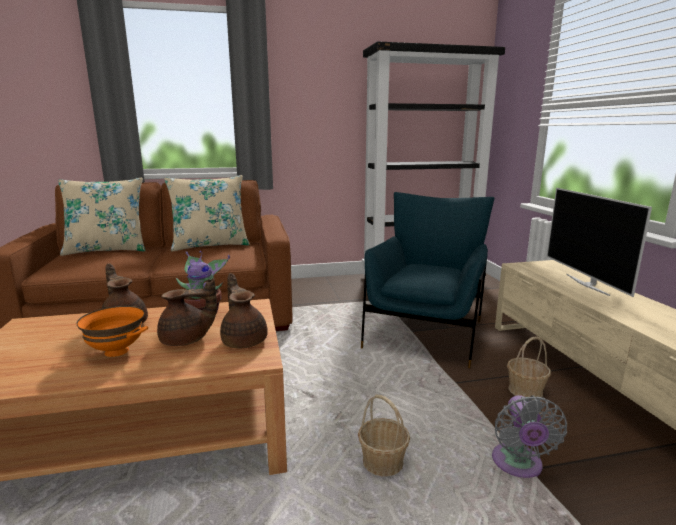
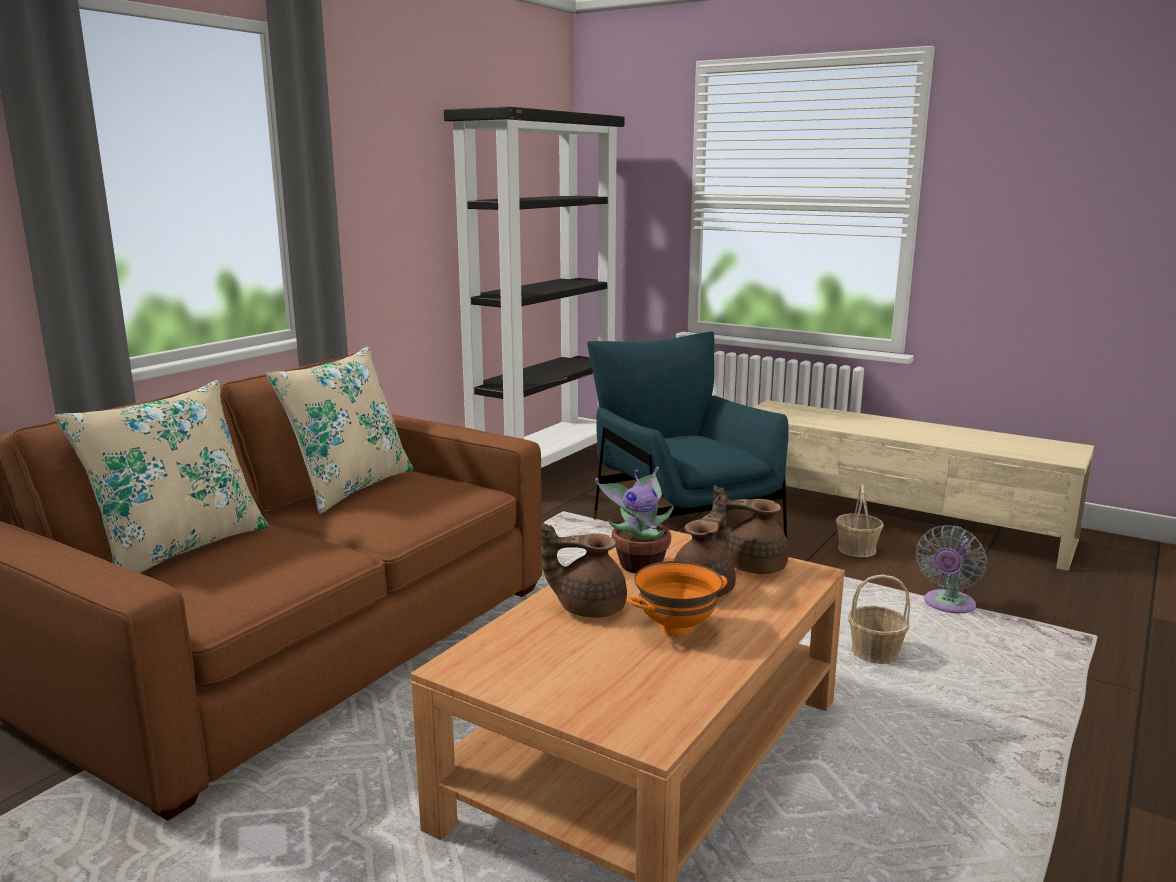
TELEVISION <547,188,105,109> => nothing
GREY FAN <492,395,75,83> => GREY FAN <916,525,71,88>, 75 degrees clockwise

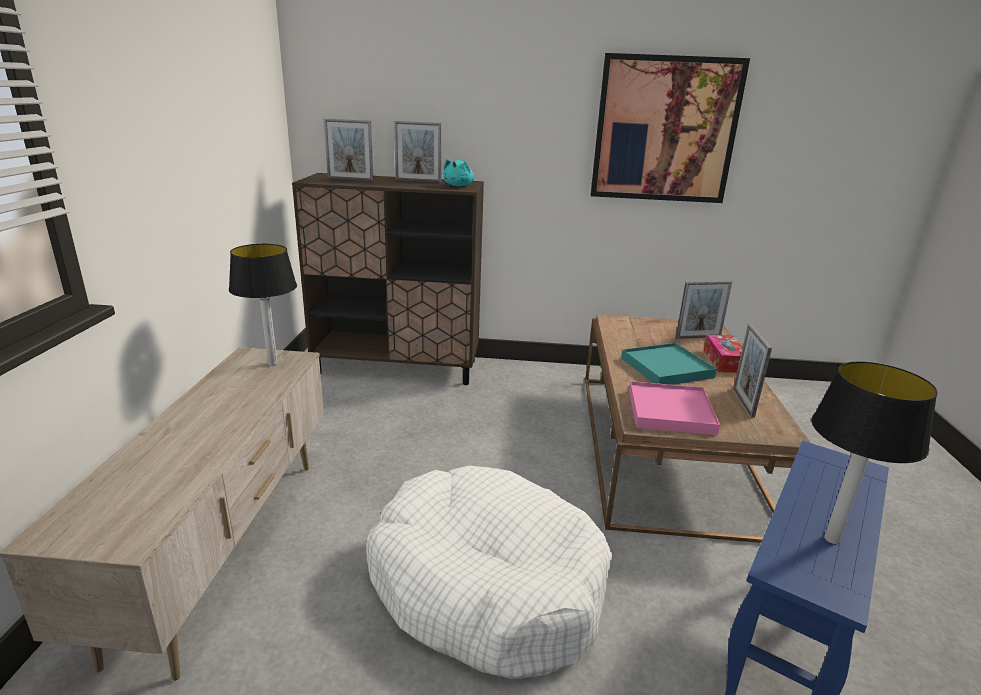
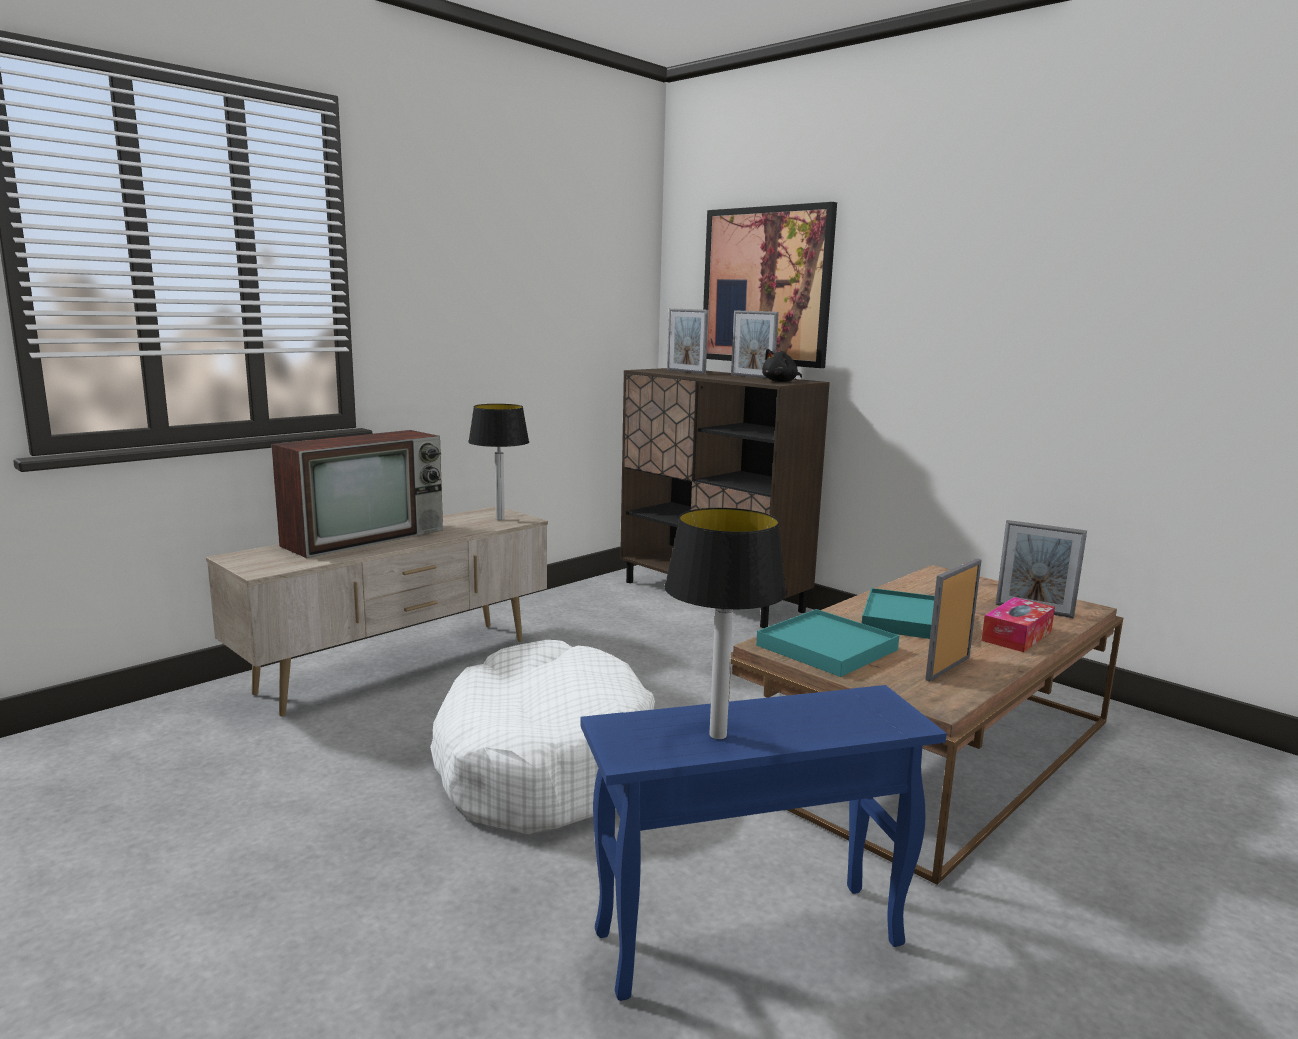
nothing => TELEVISION <271,430,172,128>
PICTURE <591,53,159,150> => PICTURE <703,202,134,166>, move
TURQUOISE PLUSH TOY <443,158,31,28> => BLACK PLUSH TOY <762,349,40,33>
PINK TRAY <629,381,91,54> => TURQUOISE TRAY <756,609,143,68>

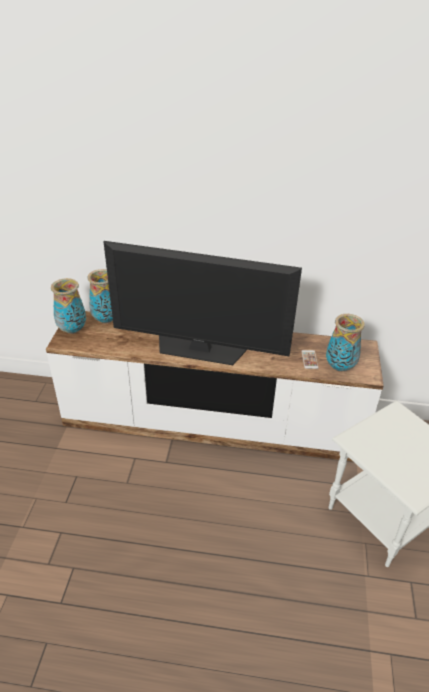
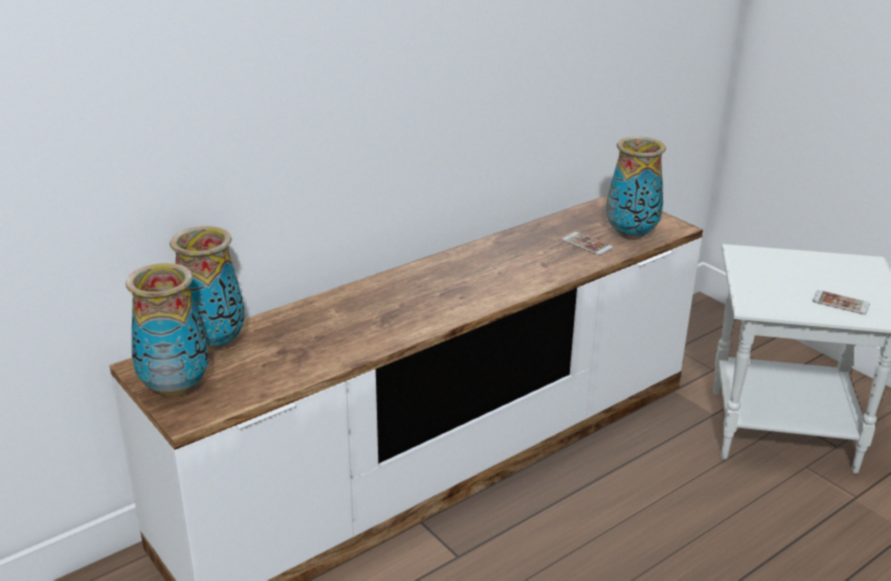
TELEVISION <104,241,198,124> => nothing
nothing => PHONE <812,290,58,25>

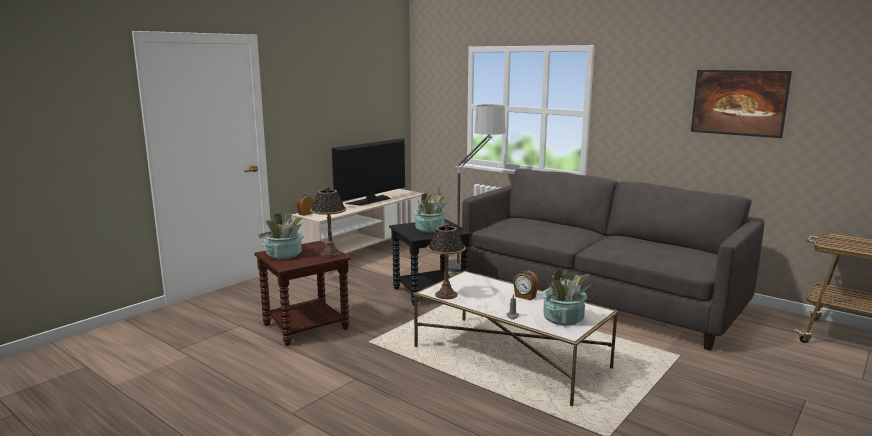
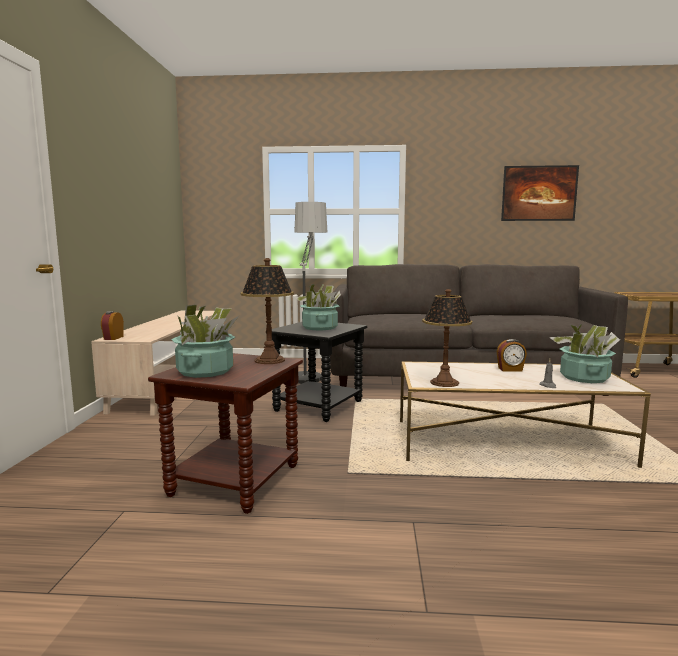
TELEVISION <332,138,73,68> => nothing

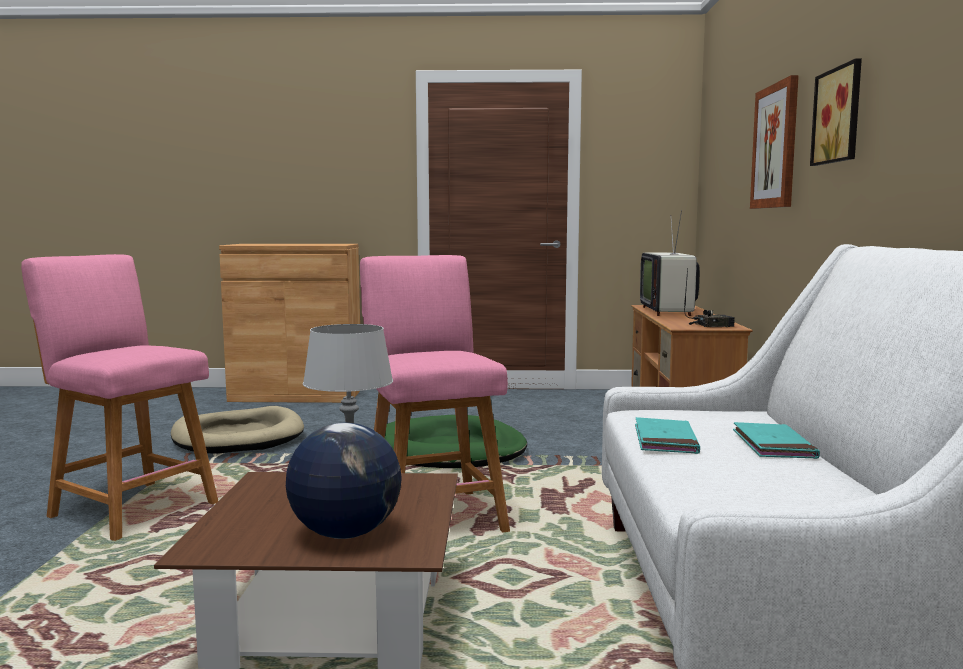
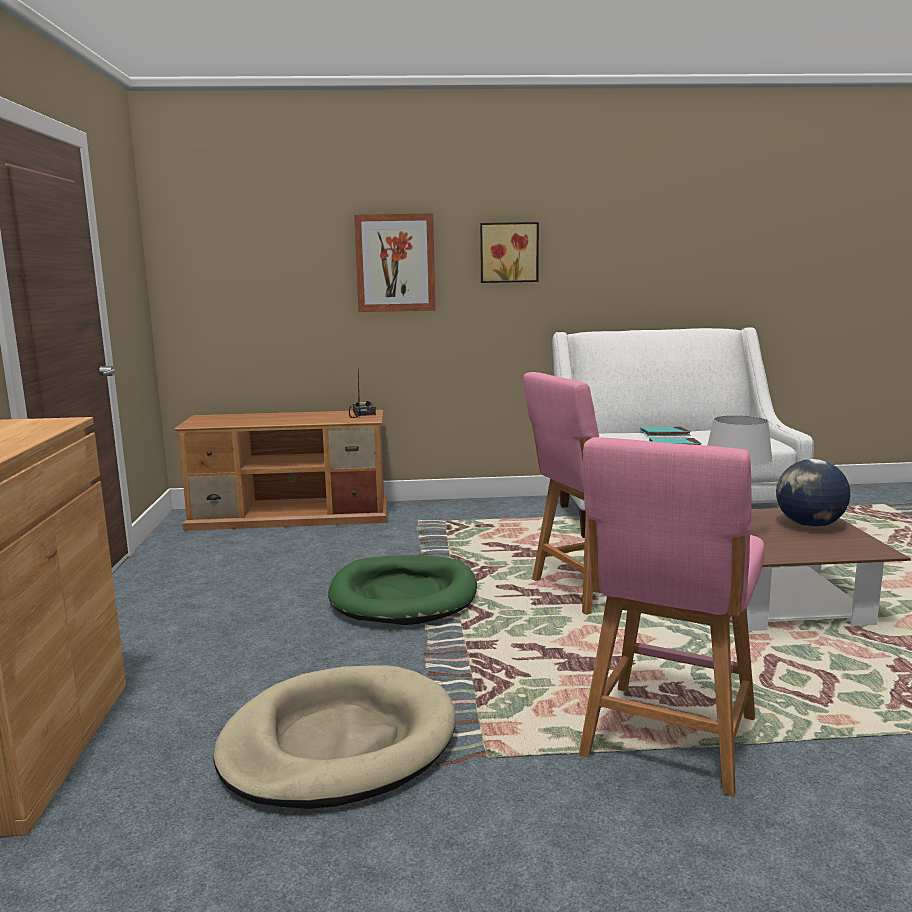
TELEVISION <640,210,60,106> => nothing

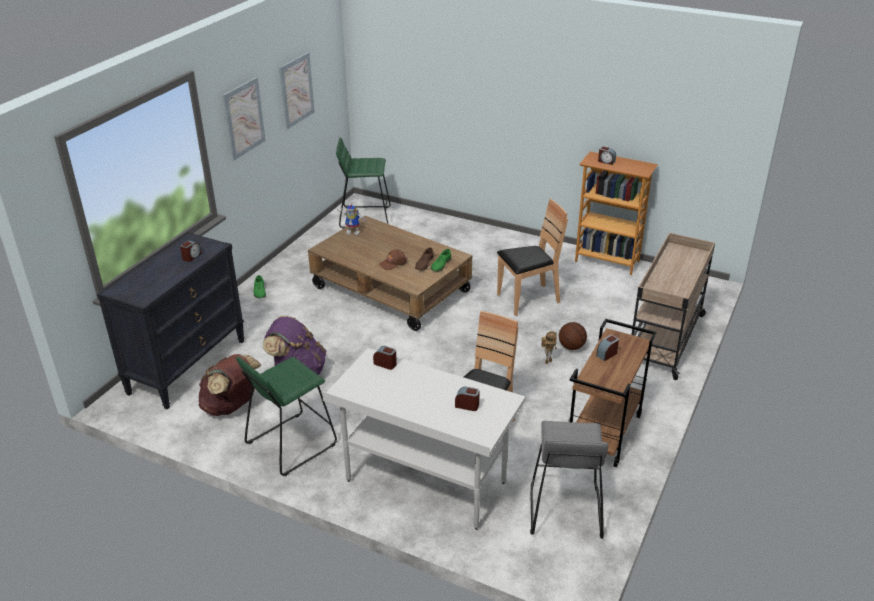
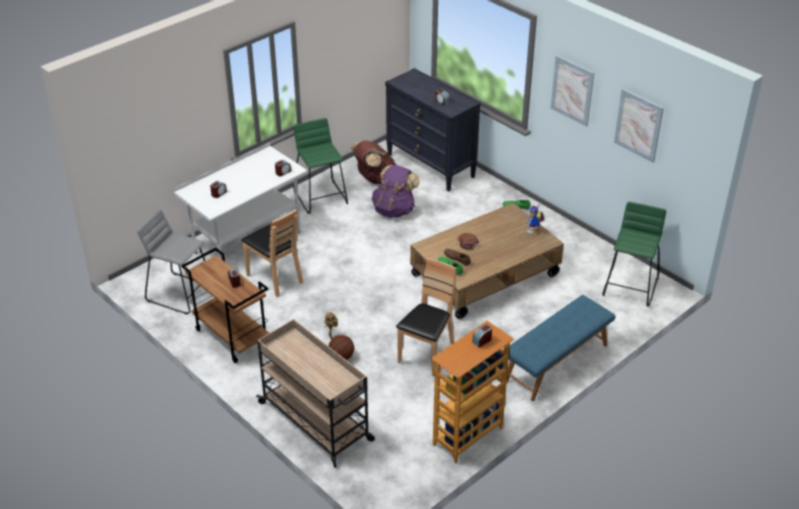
nothing => BLUE BENCH <503,295,113,106>
BROWN CHAIR <497,199,71,117> => BROWN CHAIR <396,258,60,118>, 150 degrees counterclockwise

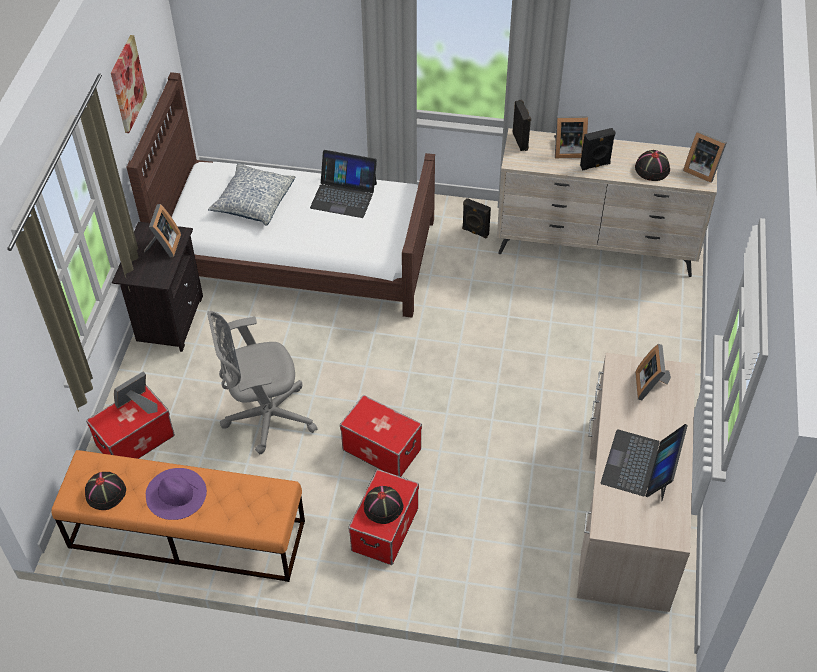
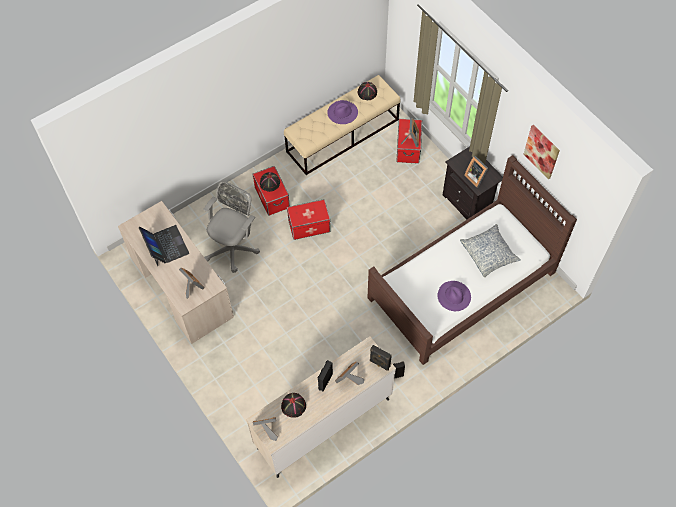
GREY OFFICE CHAIR <207,311,111,143> => GREY OFFICE CHAIR <203,181,57,92>, move
LAPTOP <310,150,67,68> => PURPLE HAT <437,281,34,30>
ORANGE BENCH <51,450,254,132> => BEIGE BENCH <284,75,117,100>

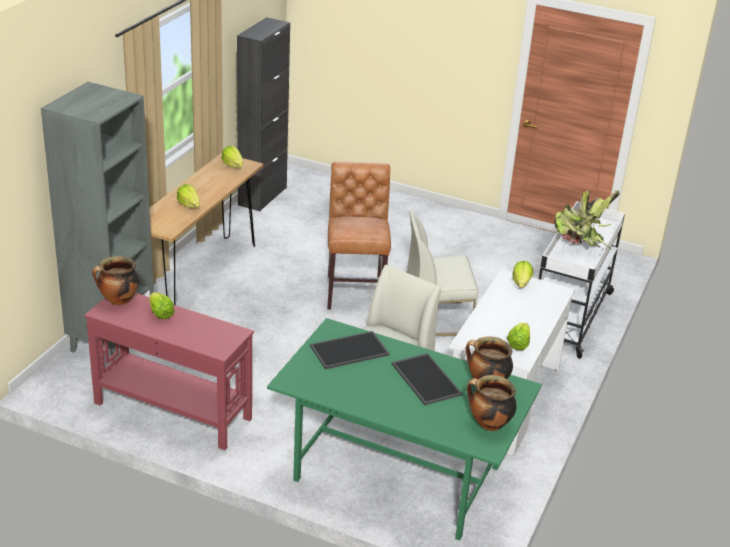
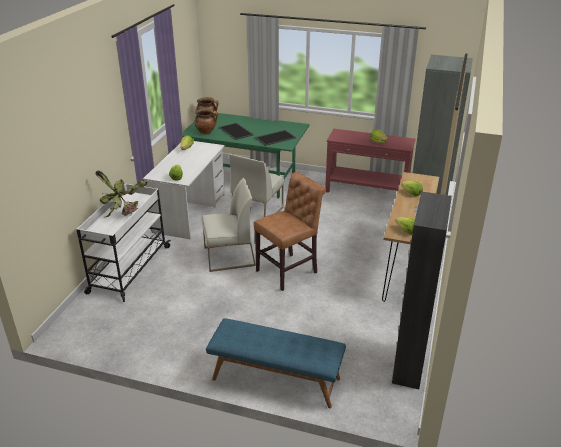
COOKING POT <92,256,47,49> => nothing
nothing => BLUE BENCH <206,318,140,90>
BROWN CHAIR <327,162,64,148> => BROWN CHAIR <254,172,72,119>, 120 degrees counterclockwise

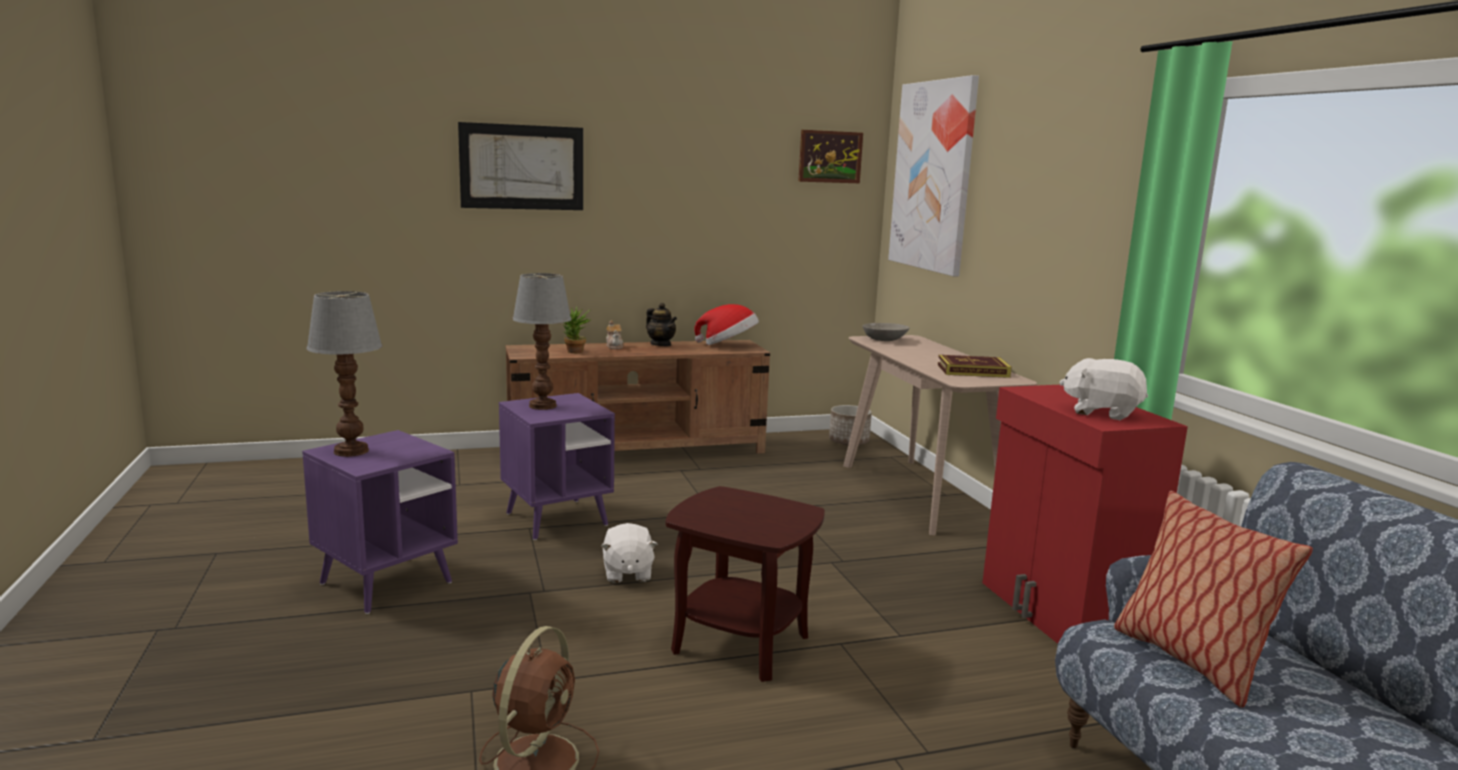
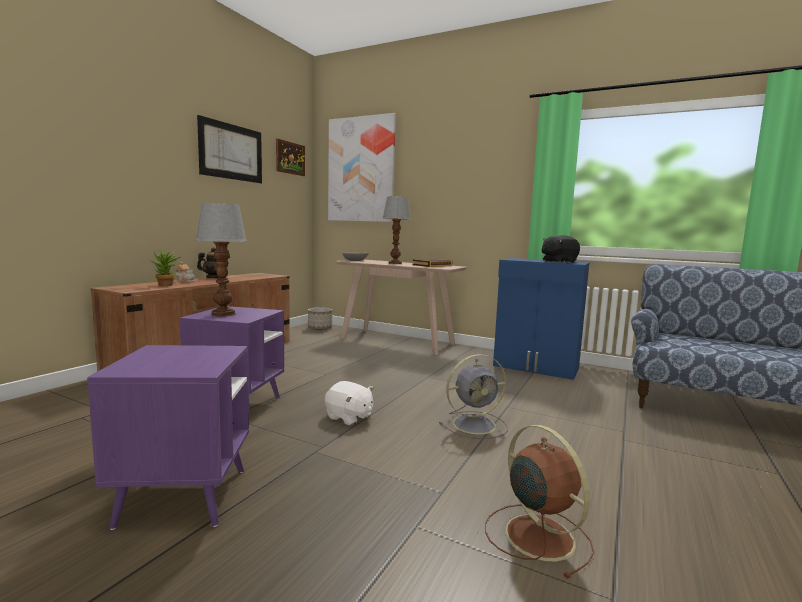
HAT <694,304,65,41> => nothing
PILLOW <1114,491,199,217> => nothing
TABLE LAMP <306,291,77,166> => TABLE LAMP <382,196,29,68>, move
PICTURE <458,122,125,88> => PICTURE <197,115,65,68>, move
BROWN SIDE TABLE <665,486,160,196> => GREY FAN <439,354,69,85>
RED CABINET <982,385,206,259> => BLUE CABINET <493,258,96,122>
WHITE PLUSH TOY <1059,358,89,62> => BLACK PLUSH TOY <542,235,38,28>

